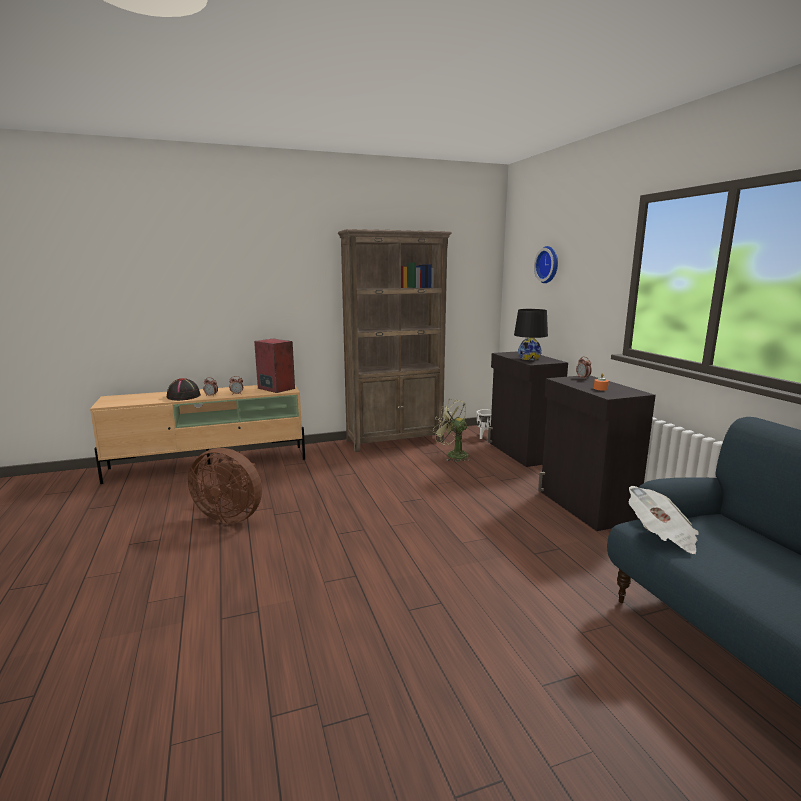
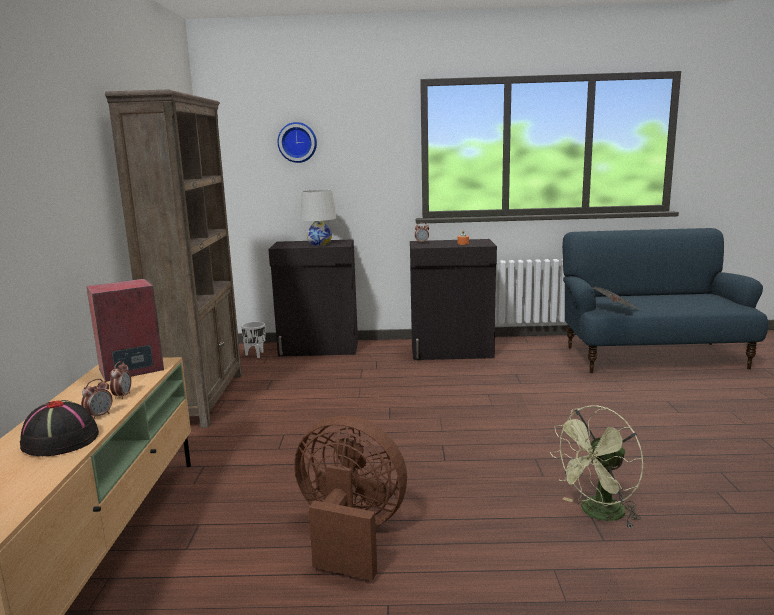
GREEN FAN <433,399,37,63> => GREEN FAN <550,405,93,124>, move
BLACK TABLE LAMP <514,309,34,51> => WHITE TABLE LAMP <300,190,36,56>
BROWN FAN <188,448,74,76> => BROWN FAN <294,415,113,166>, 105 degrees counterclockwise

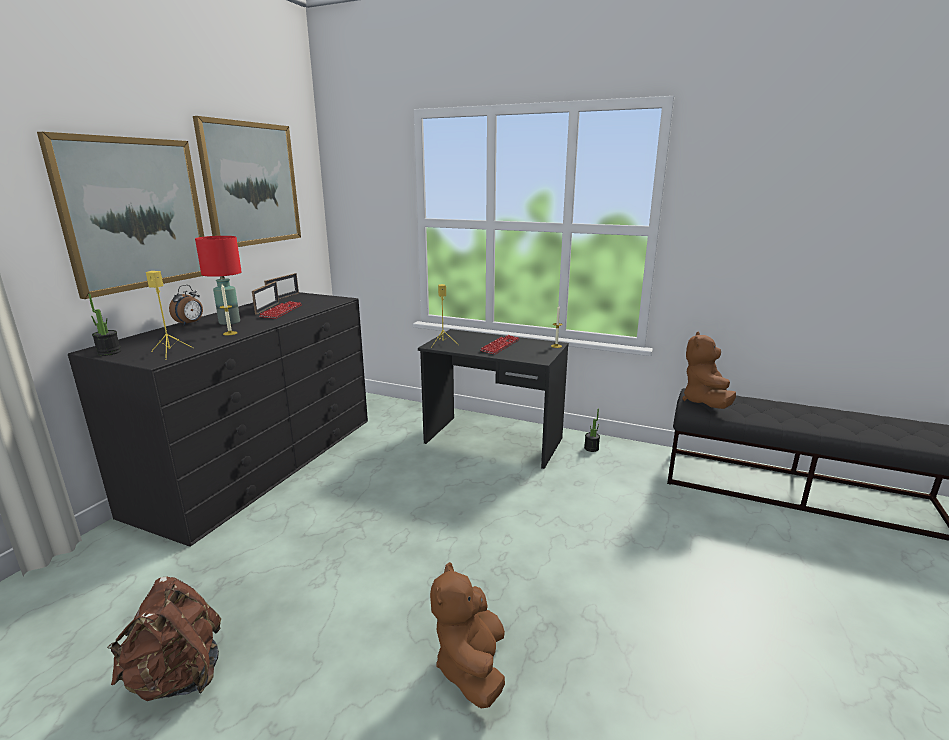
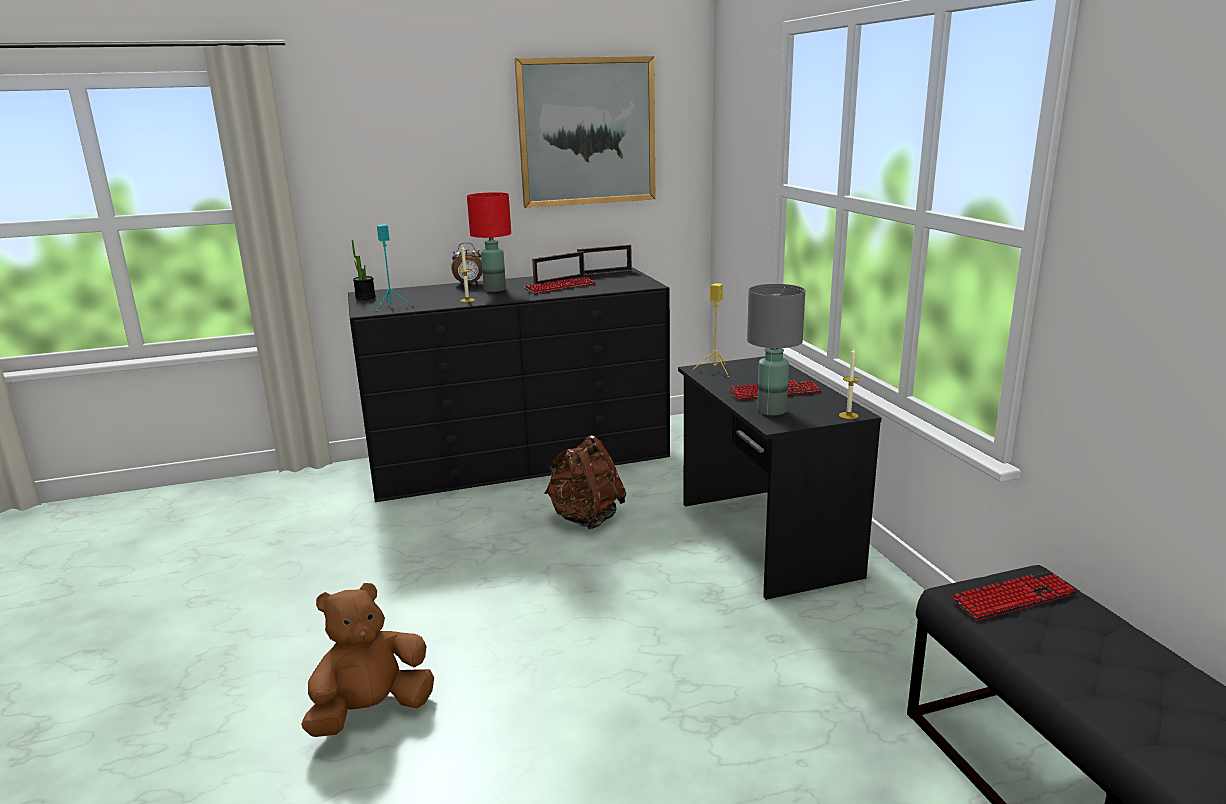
PICTURE <37,132,167,167> => nothing
POTTED PLANT <584,409,16,43> => nothing
nothing => GREY TABLE LAMP <747,284,58,132>
BROWN BACKPACK <107,576,114,125> => BROWN BACKPACK <544,435,82,95>, move
BROWN PLUSH TOY <682,332,54,77> => KEYBOARD <951,572,126,49>
YELLOW SPEAKER <146,271,48,89> => TURQUOISE SPEAKER <375,225,37,88>

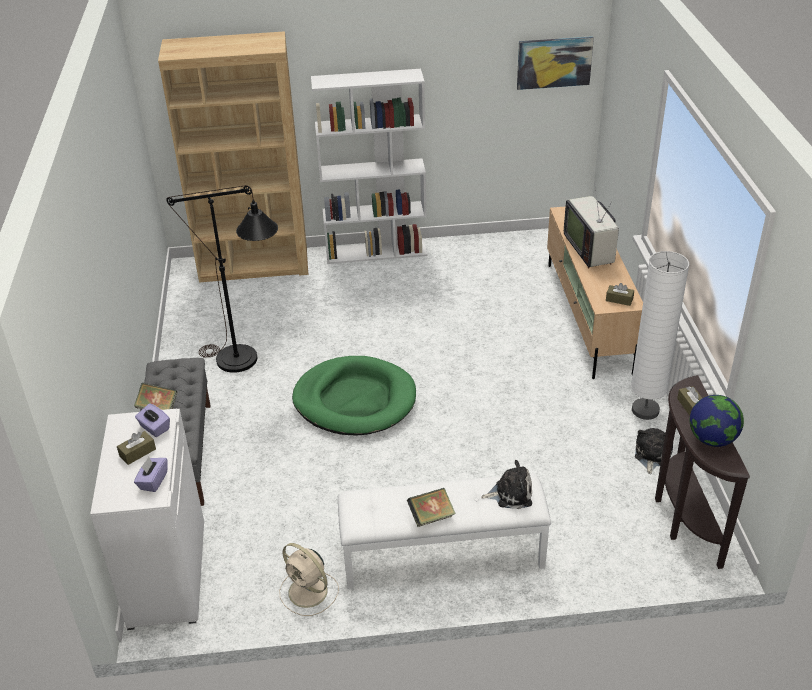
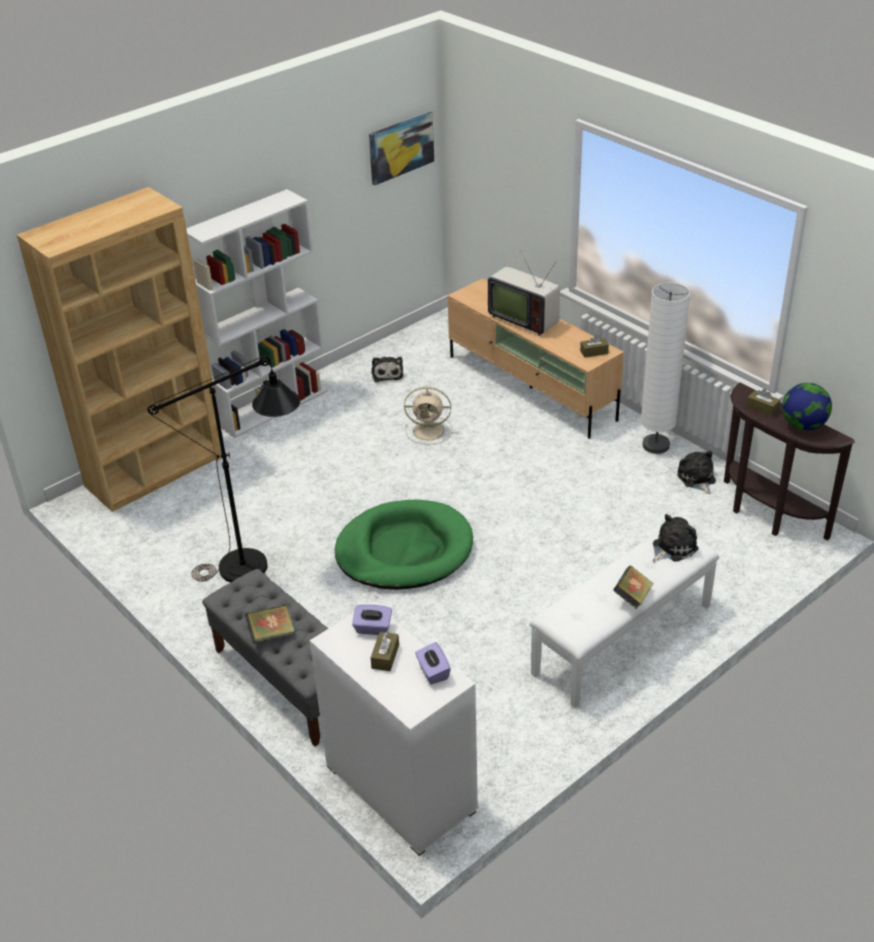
nothing => PLUSH TOY <372,357,31,25>
BEIGE FAN <279,543,60,73> => BEIGE FAN <404,387,48,58>, move

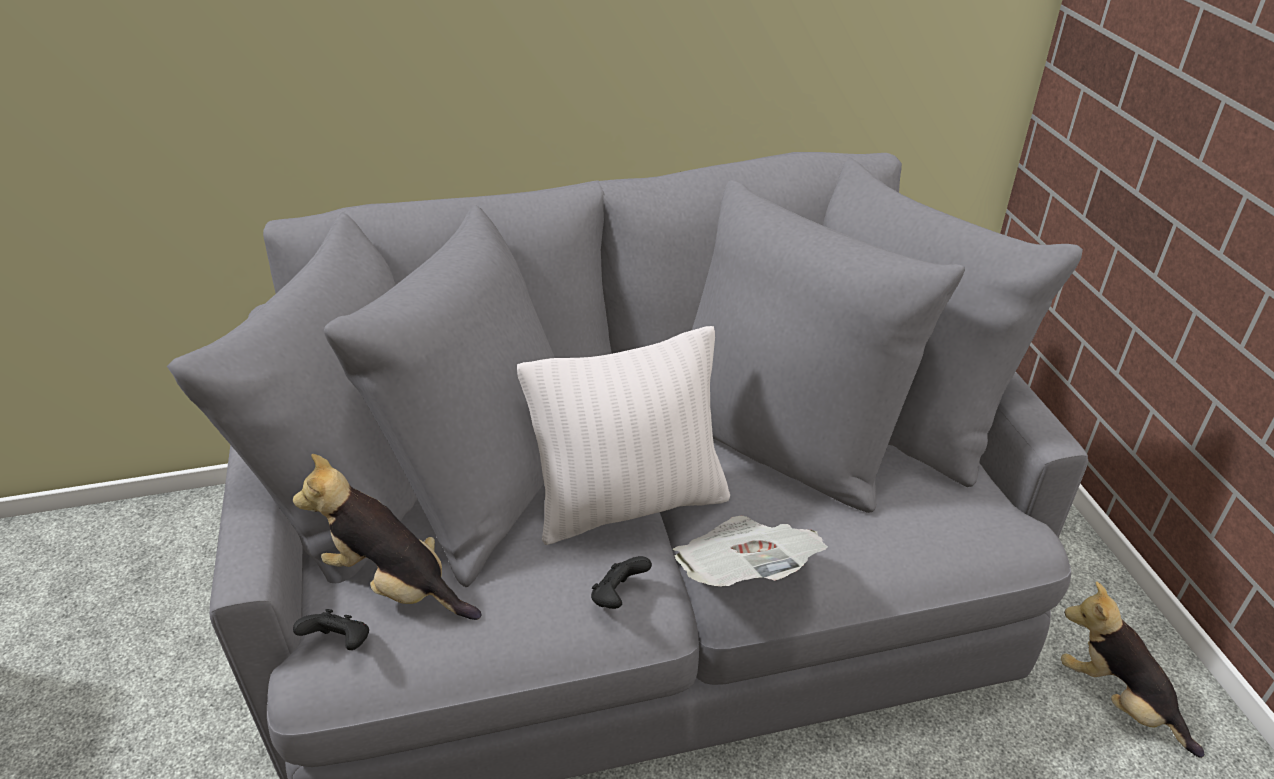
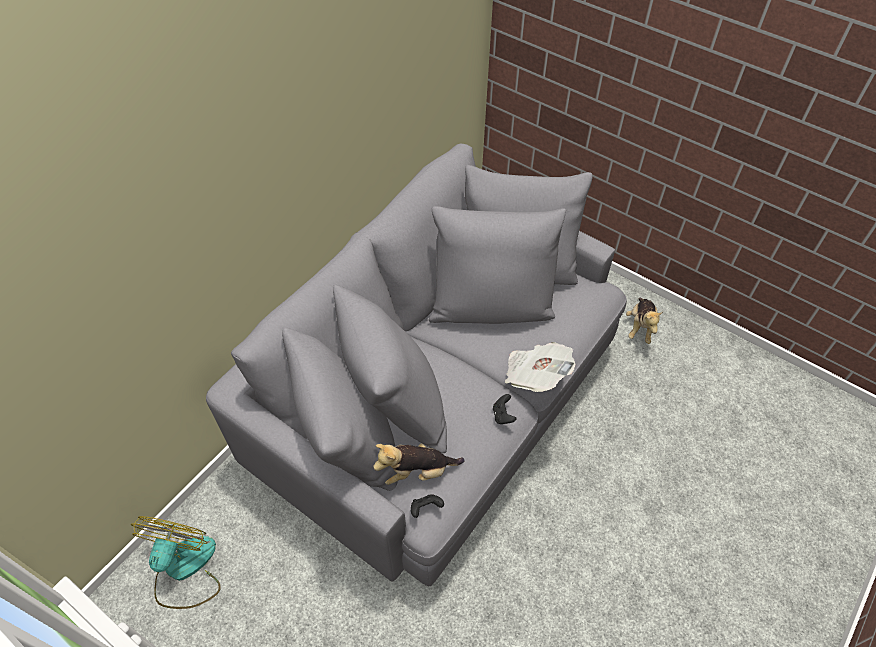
WHITE PILLOW <517,326,213,219> => nothing
nothing => FAN <131,516,90,93>
PLUSH TOY <1061,581,143,177> => PLUSH TOY <626,298,37,46>, 90 degrees counterclockwise

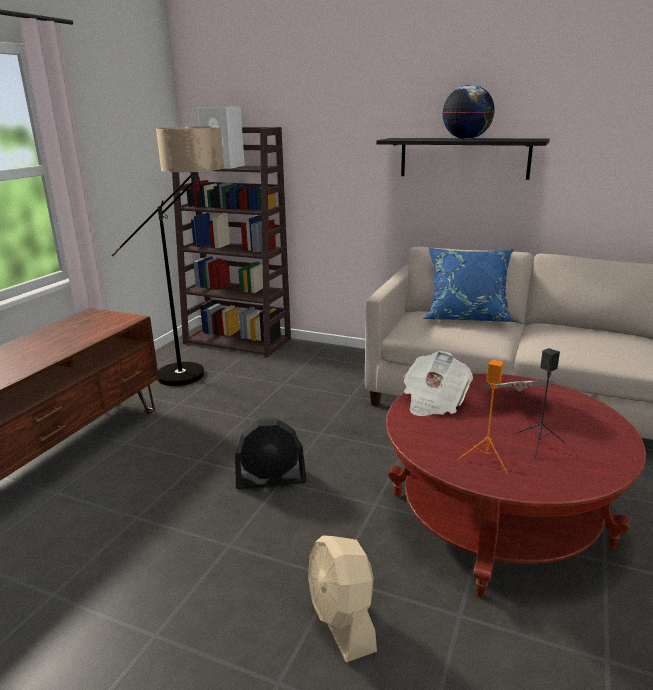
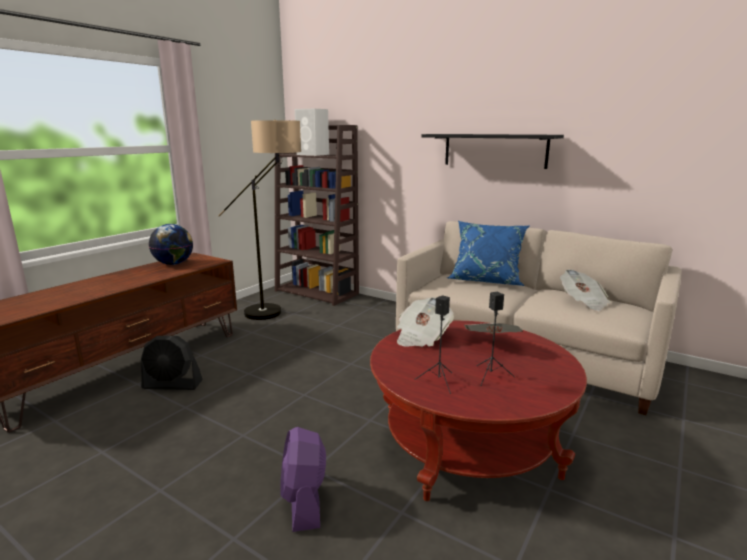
nothing => NEWSPAPER <560,269,51,43>
BLACK FAN <235,418,72,71> => BLACK FAN <141,336,62,54>, move
GLOBE <442,85,53,54> => GLOBE <149,224,44,41>, move
BEIGE FAN <308,535,69,127> => PURPLE FAN <280,427,46,105>
ORANGE SPEAKER <457,360,51,114> => BLACK SPEAKER <414,295,38,99>

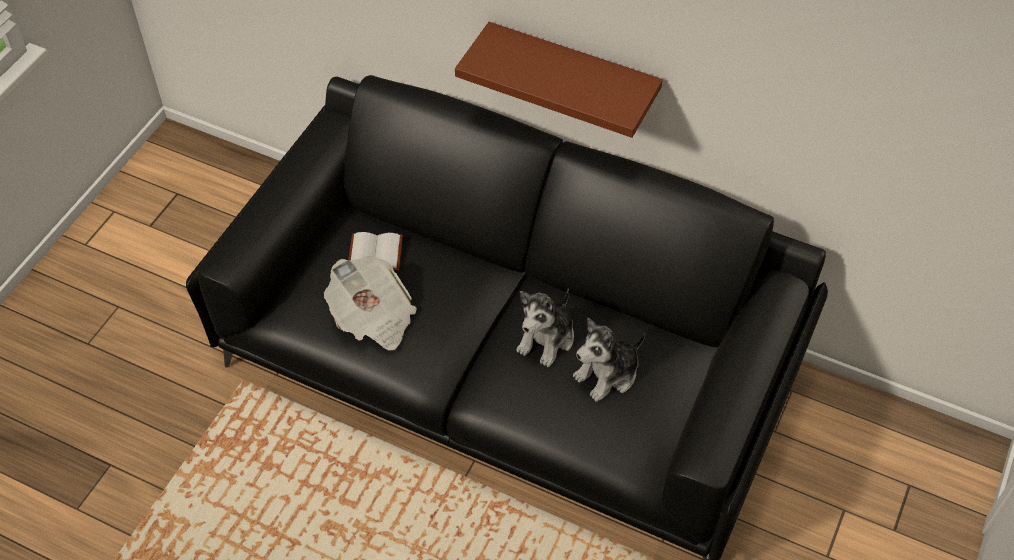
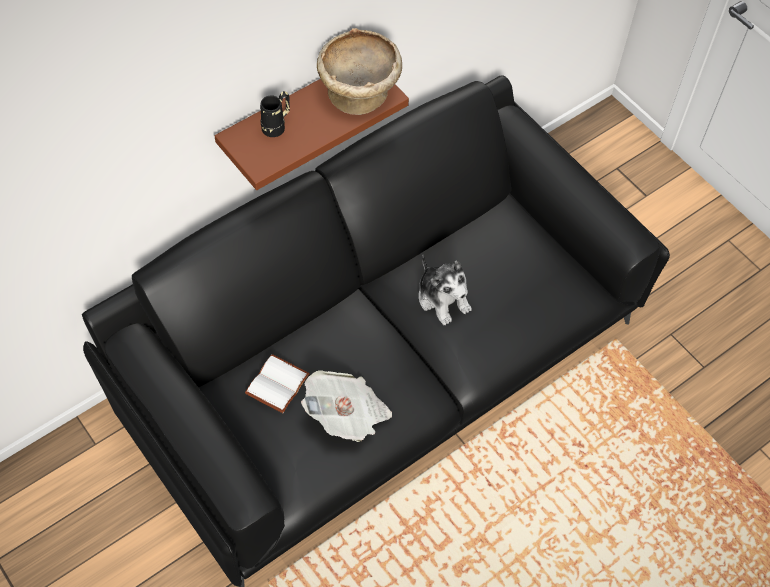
PLUSH TOY <573,318,72,84> => nothing
nothing => BLACK MUG <260,91,30,46>
nothing => BEIGE BOWL <317,28,85,87>

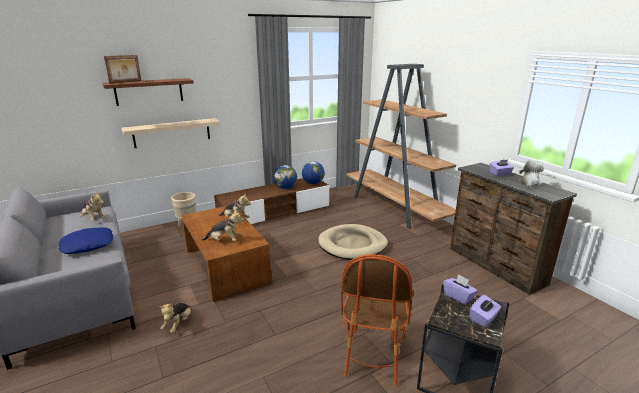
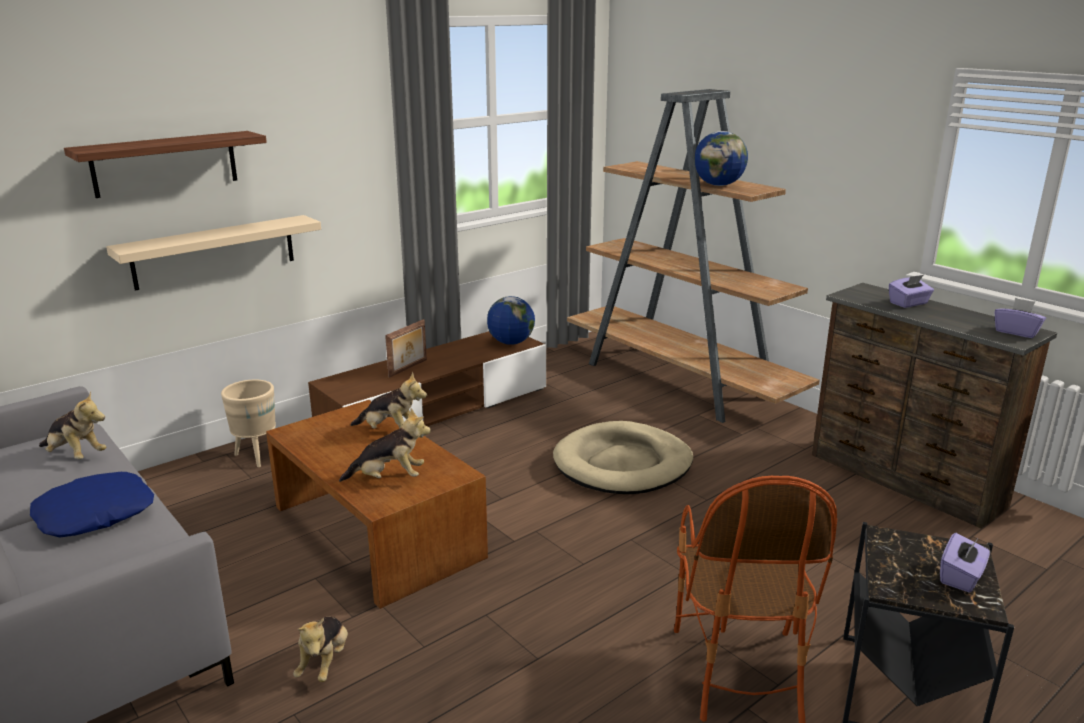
PLUSH TOY <519,160,25,29> => nothing
PICTURE FRAME <104,55,37,29> => PICTURE FRAME <385,319,42,59>, move
GLOBE <274,165,23,24> => GLOBE <694,131,54,55>, move
PURPLE TISSUE BOX <443,274,35,31> => PURPLE TISSUE BOX <995,298,51,40>, move

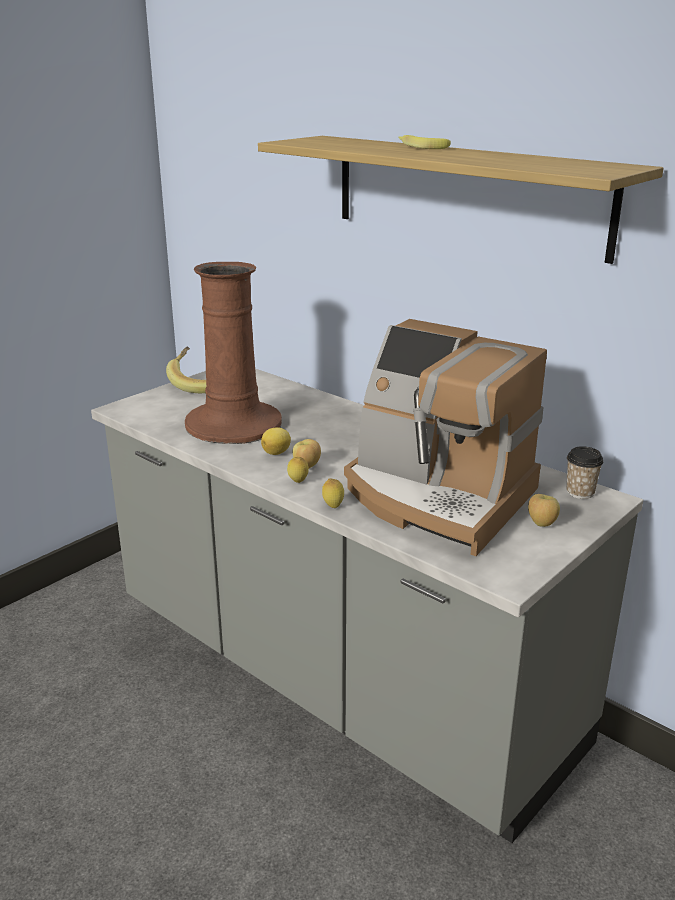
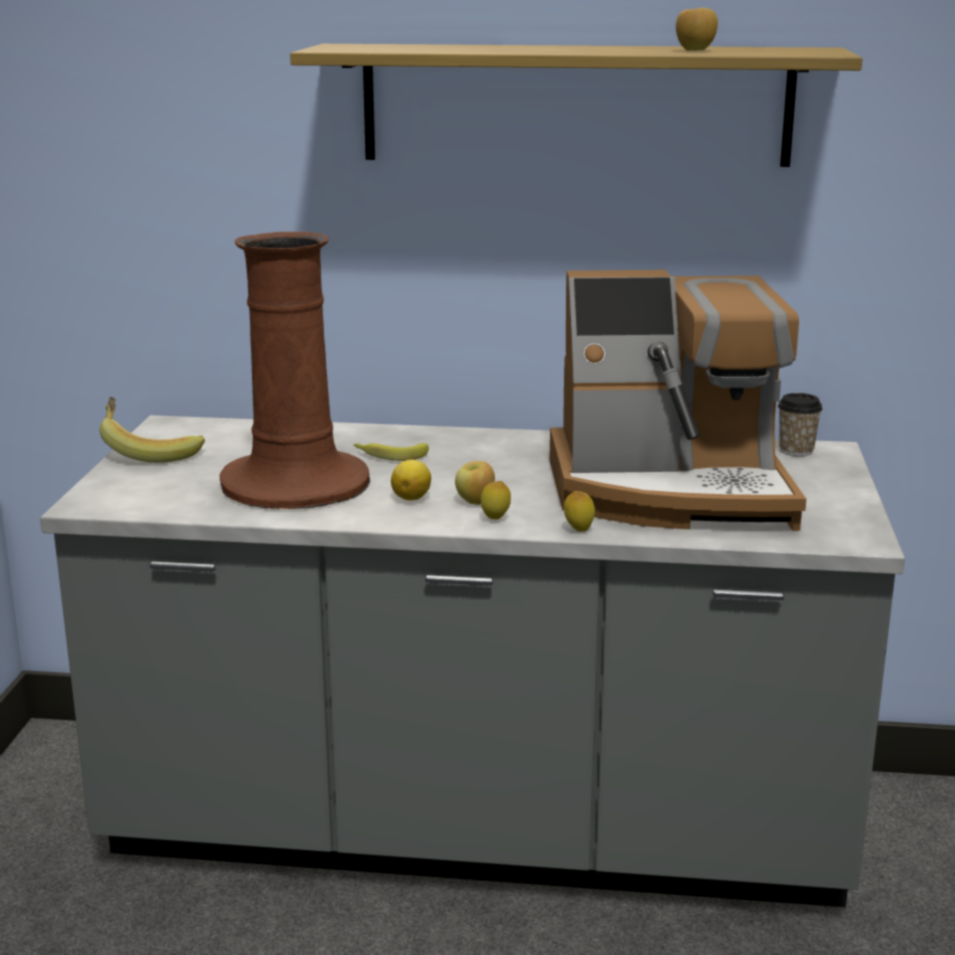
BANANA <398,135,53,14> => BANANA <353,443,76,18>, move
APPLE <528,494,32,33> => APPLE <676,8,42,43>, move

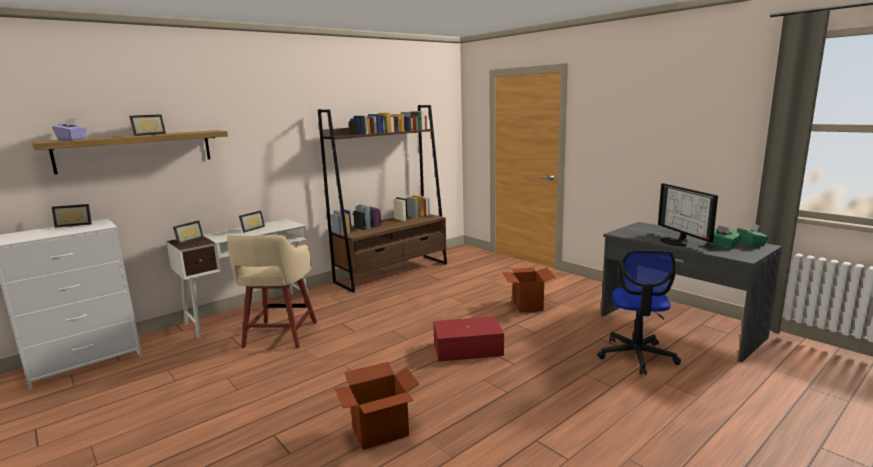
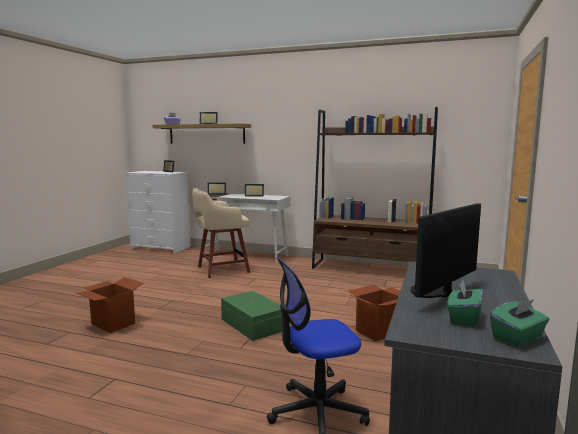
RED STORAGE BOX <433,316,71,46> => GREEN STORAGE BOX <221,291,61,50>

